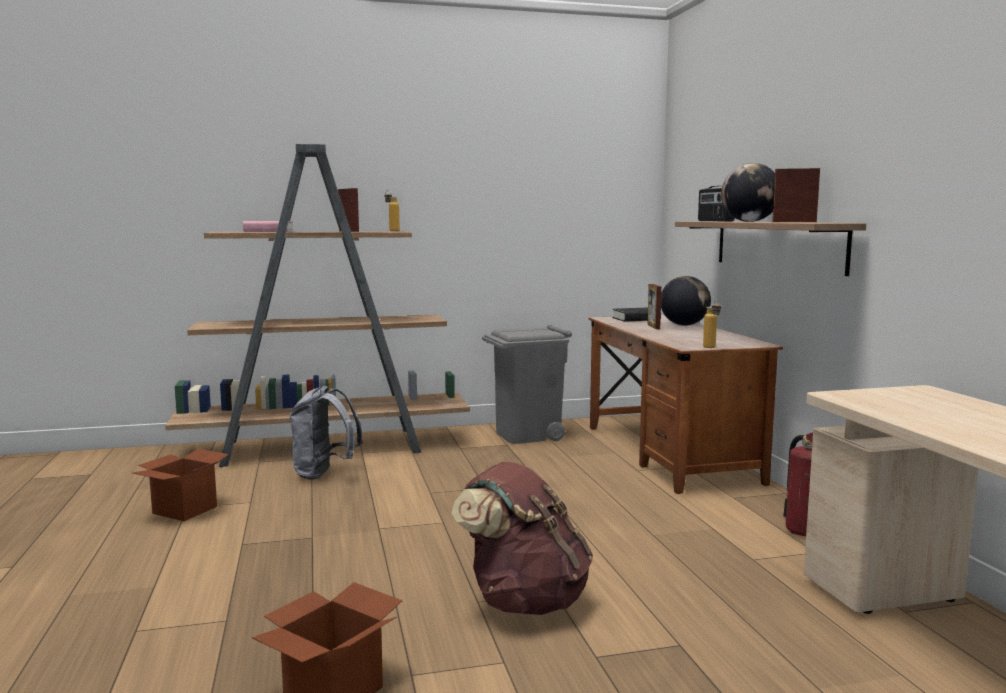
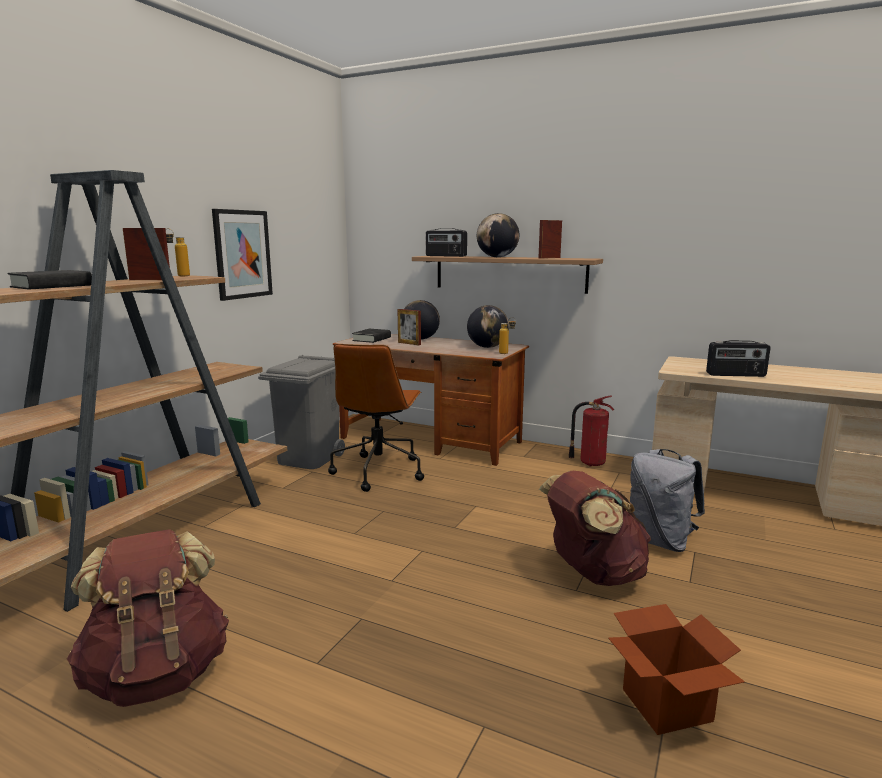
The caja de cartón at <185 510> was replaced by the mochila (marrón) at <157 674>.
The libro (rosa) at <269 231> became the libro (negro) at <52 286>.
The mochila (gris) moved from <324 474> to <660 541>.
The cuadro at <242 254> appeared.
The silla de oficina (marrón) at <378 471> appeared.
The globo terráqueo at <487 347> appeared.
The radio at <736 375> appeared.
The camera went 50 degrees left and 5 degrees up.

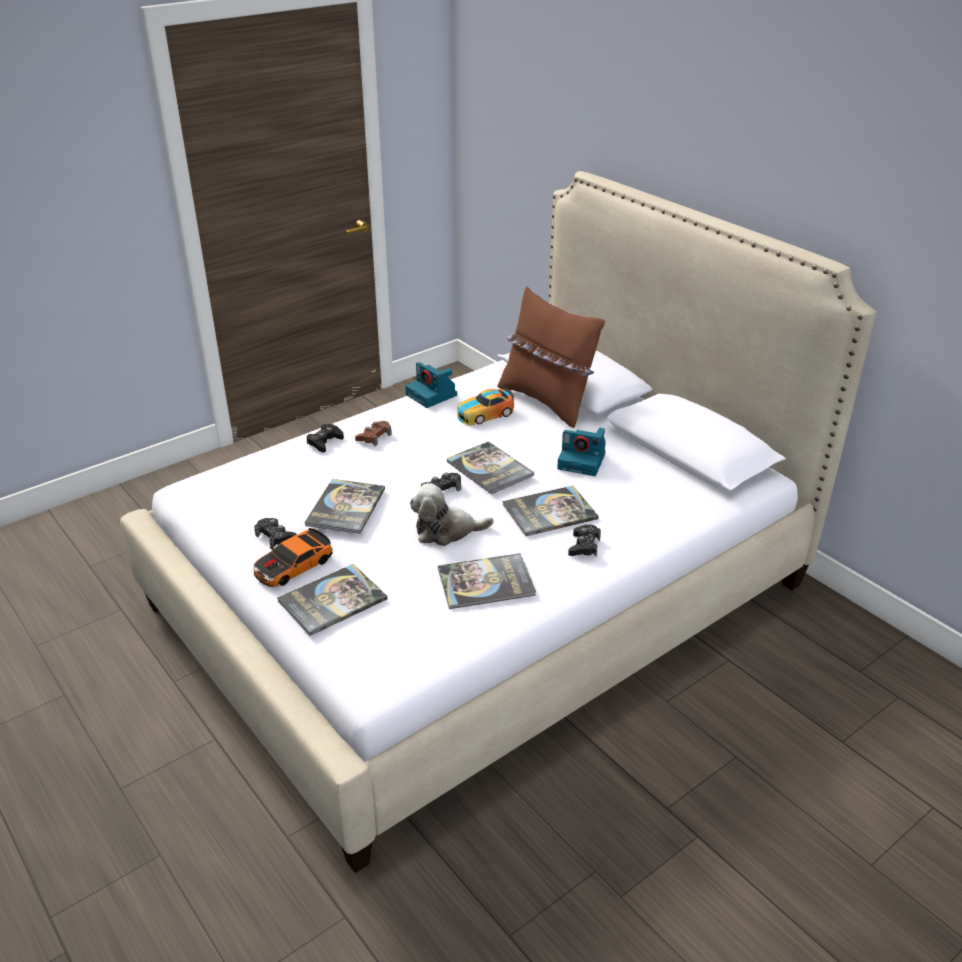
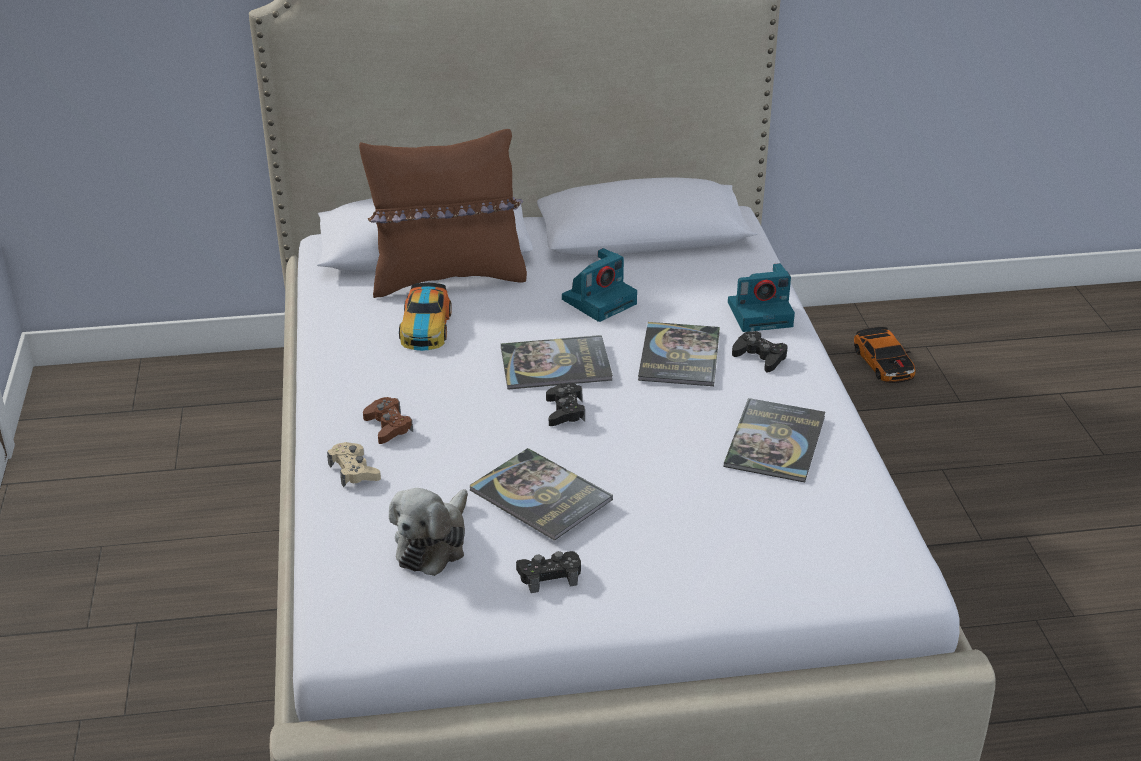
The coche de juguete moved from <294 565> to <885 362>.
The libro at <332 600> disappeared.
The mando de consola (negro) at <324 442> became the mando de consola (beis) at <354 471>.
The cámara moved from <432 395> to <761 314>.
The peluche moved from <446 531> to <433 543>.
The camera went 60 degrees left and 0 degrees up.

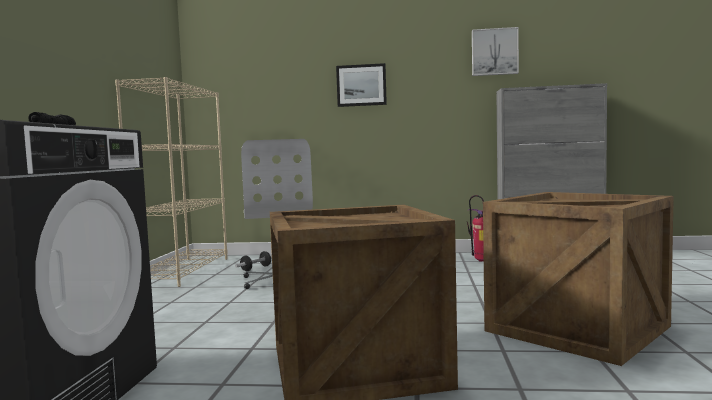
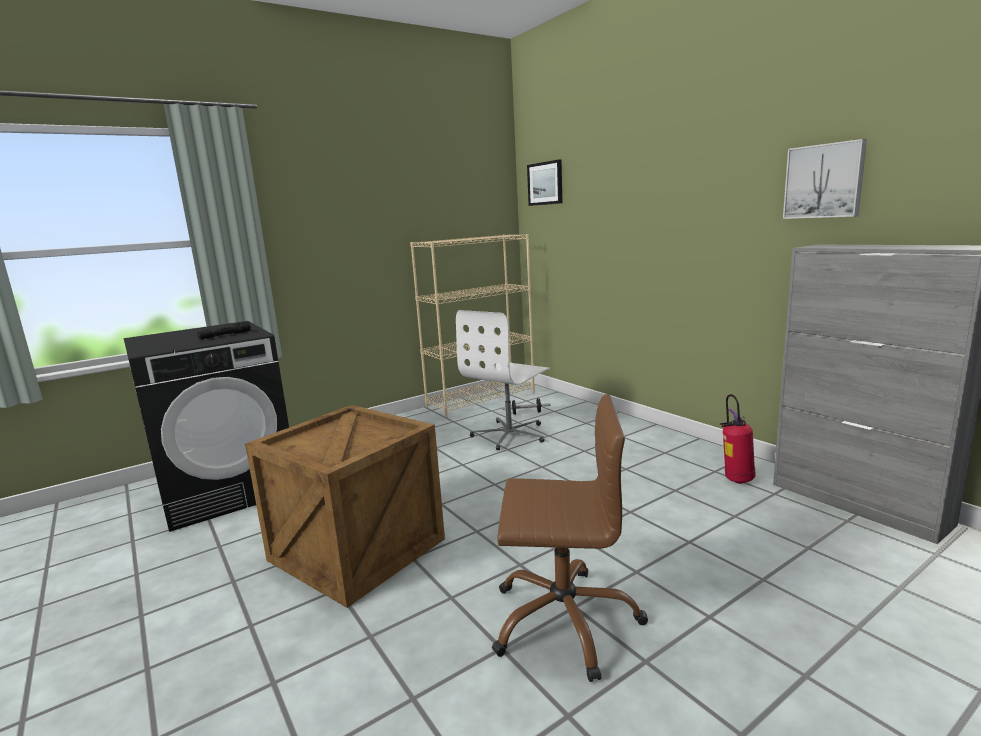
The cuadro moved from <361 85> to <545 183>.
The caja de embalaje at <580 328> was replaced by the silla de oficina (marrón) at <564 620>.
The camera went 50 degrees right and 10 degrees up.

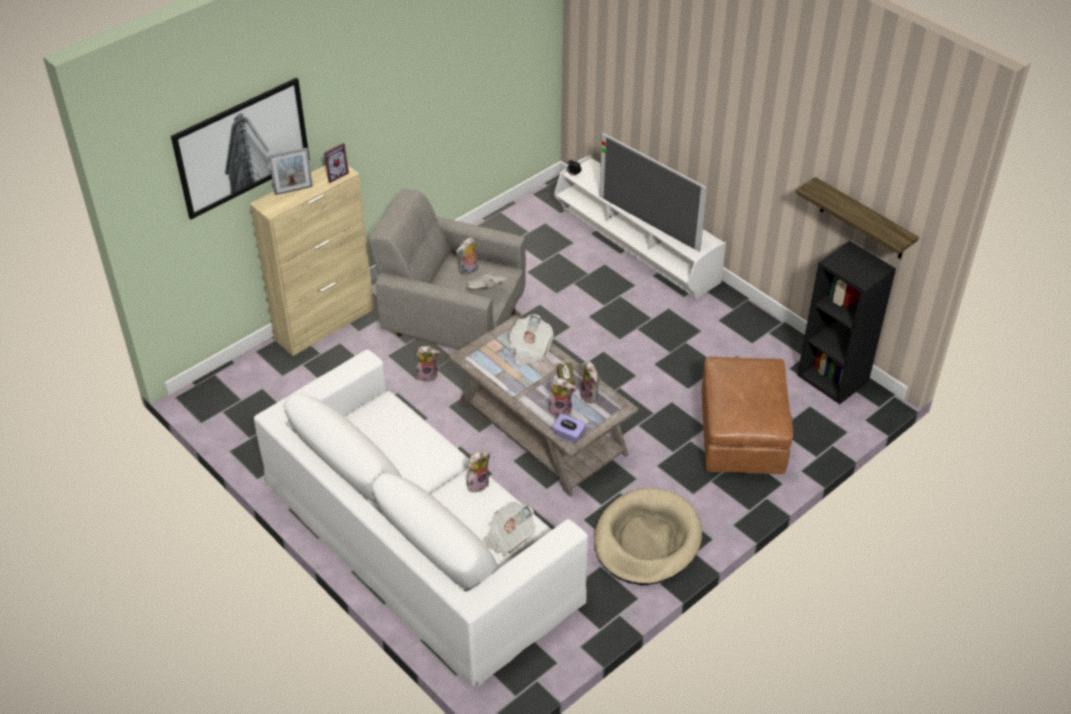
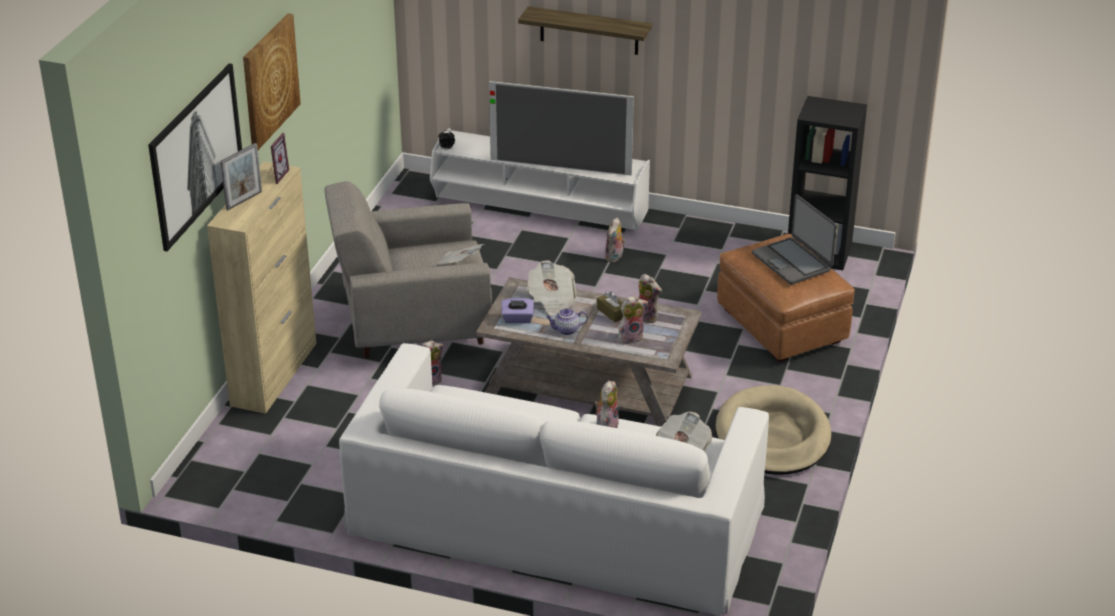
The peluche moved from <468 271> to <615 257>.
The caja de pañuelos (morado) moved from <568 435> to <517 319>.
The estante moved from <863 220> to <589 31>.
The cuadro at <269 81> appeared.
The tetera at <566 330> appeared.
The portátil at <792 262> appeared.
The camera went 30 degrees left and 10 degrees down.

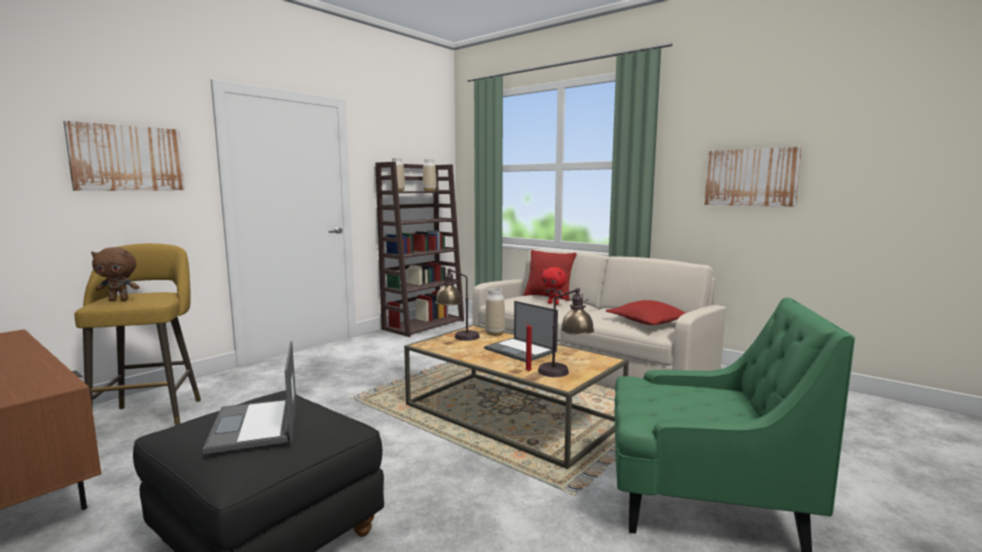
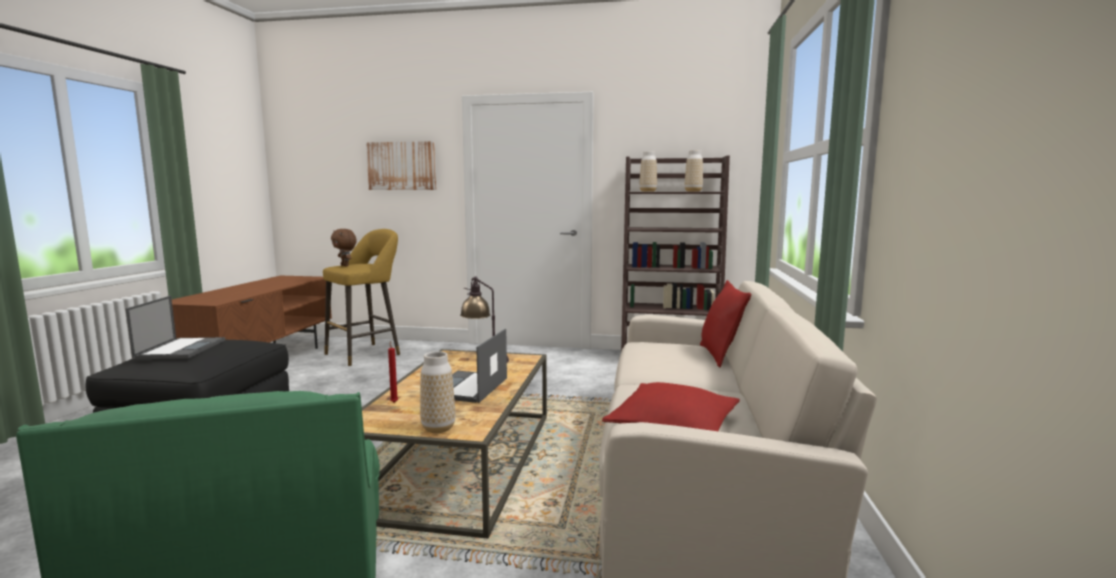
The portátil at <255 426> turned 135 degrees clockwise.
The florero moved from <495 334> to <438 428>.
The lámpara de mesa at <564 373> disappeared.
The peluche (rojo) at <553 303> disappeared.
The cuadro at <751 177> disappeared.
The camera went 60 degrees right and 0 degrees up.

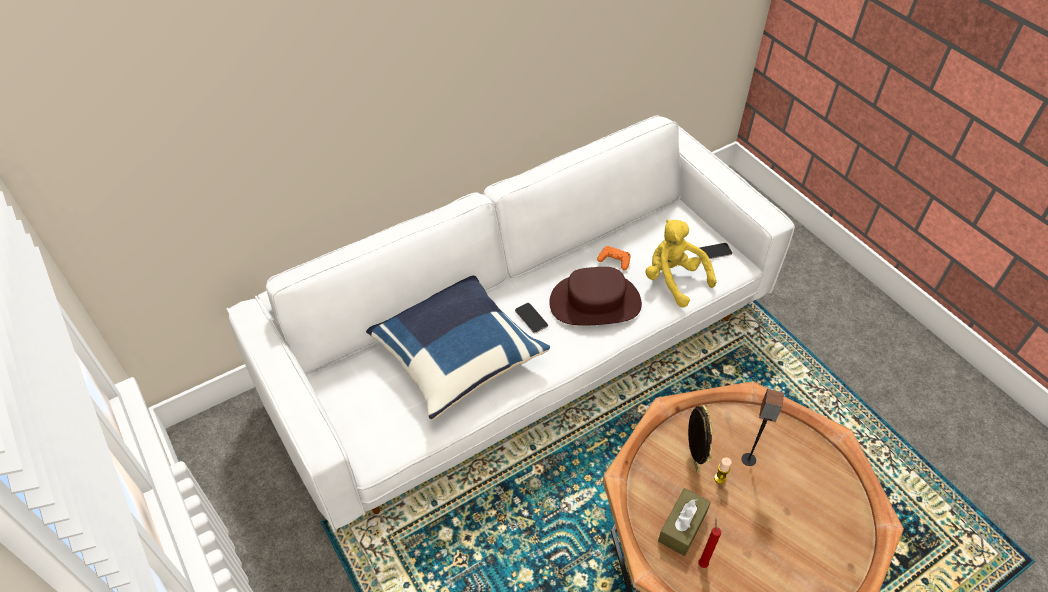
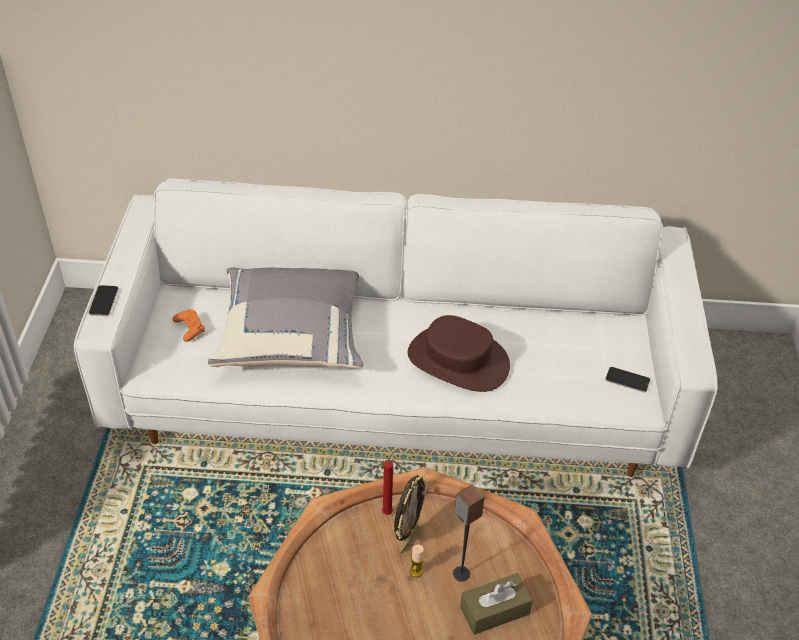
The cojín (azul) at <457 356> became the cojín (gris) at <292 337>.
The móvil moved from <531 318> to <103 301>.
The mando de consola (naranja) moved from <614 260> to <189 328>.
The peluche (amarillo) at <674 280> disappeared.
The caja de pañuelos (marrón) moved from <682 526> to <494 610>.
The vela (rojo) moved from <702 562> to <388 511>.
The camera went 35 degrees right and 5 degrees down.

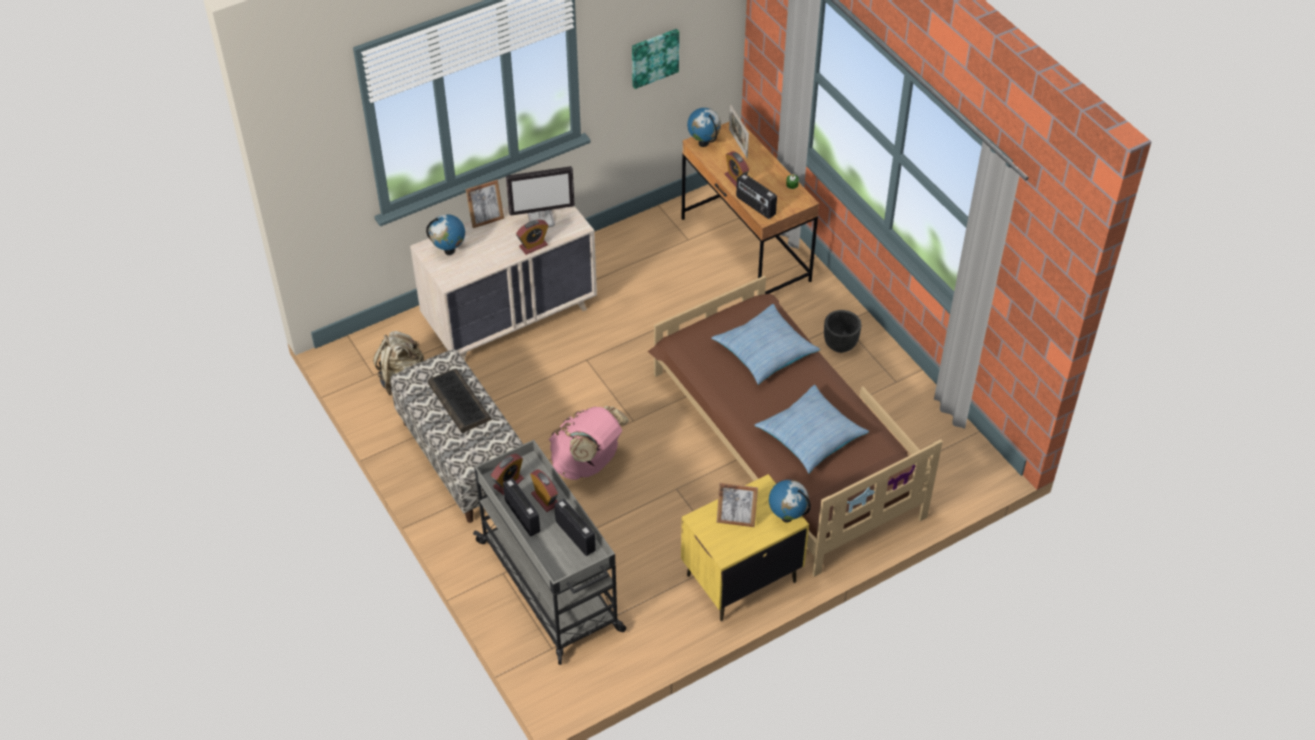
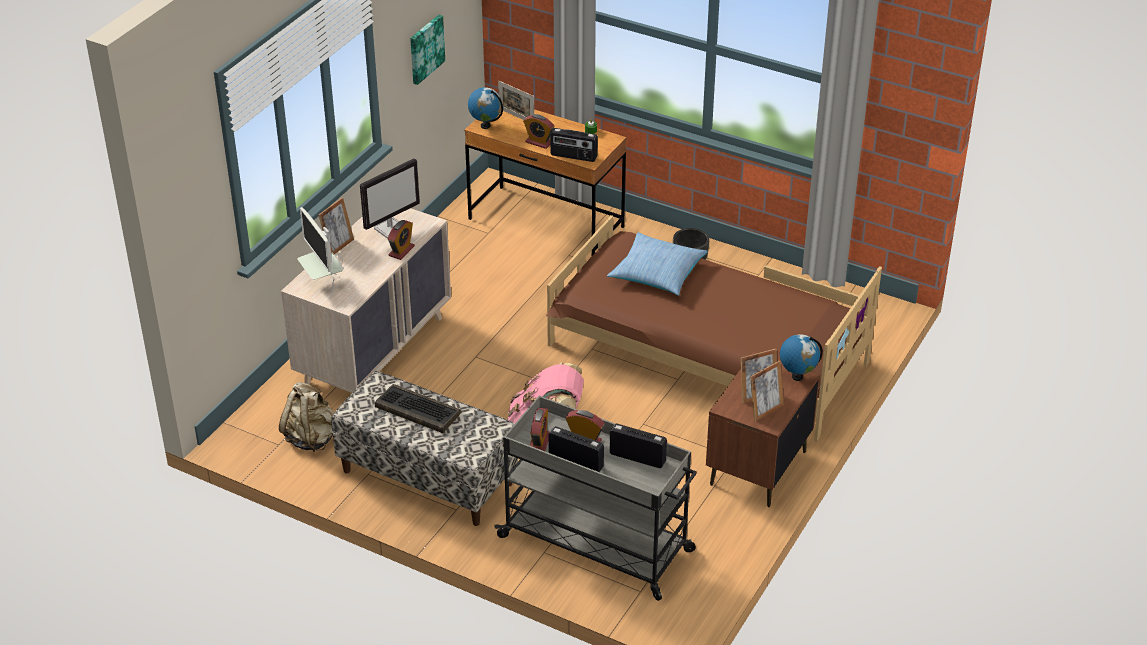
The globo terráqueo at <449 251> was replaced by the monitor at <324 282>.
The mesita de noche (amarillo) at <740 578> became the mesita de noche (marrón) at <757 468>.
The cojín at <811 435> disappeared.
The portarretratos at <765 410> appeared.
The camera went 30 degrees left and 10 degrees down.

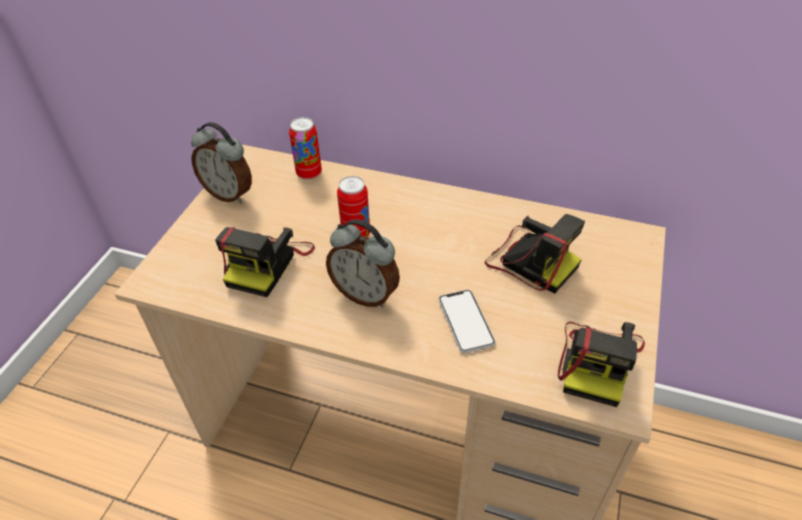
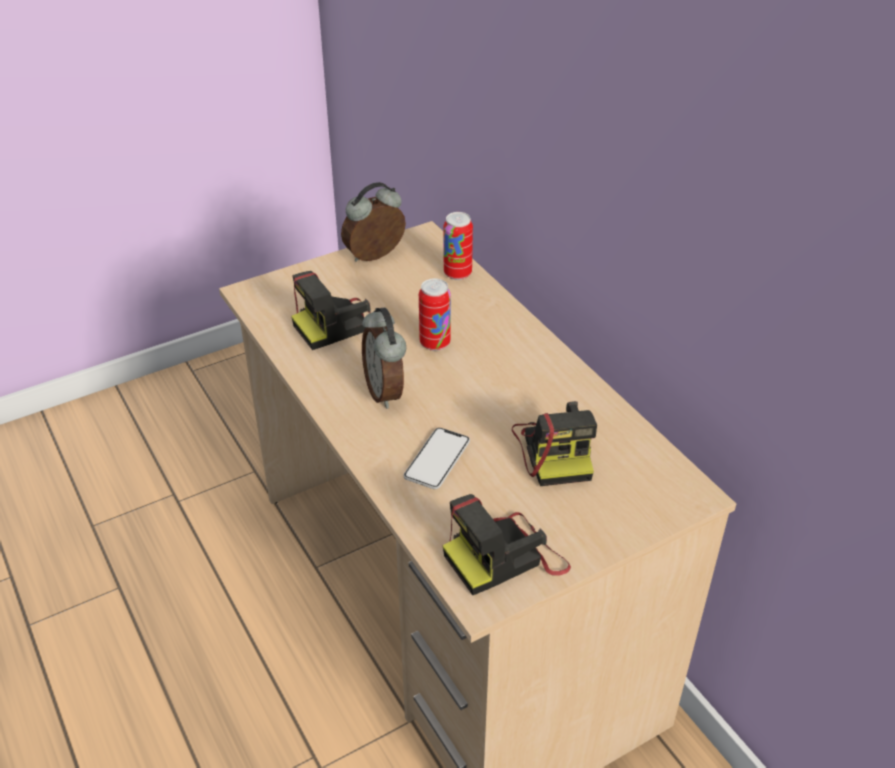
The despertador at <229 194> turned 75 degrees clockwise.
The camera went 40 degrees right and 5 degrees down.

